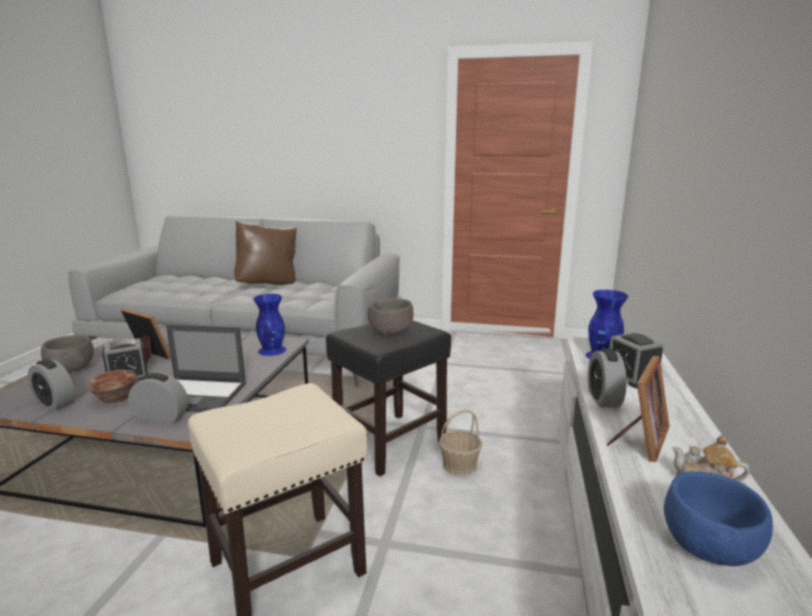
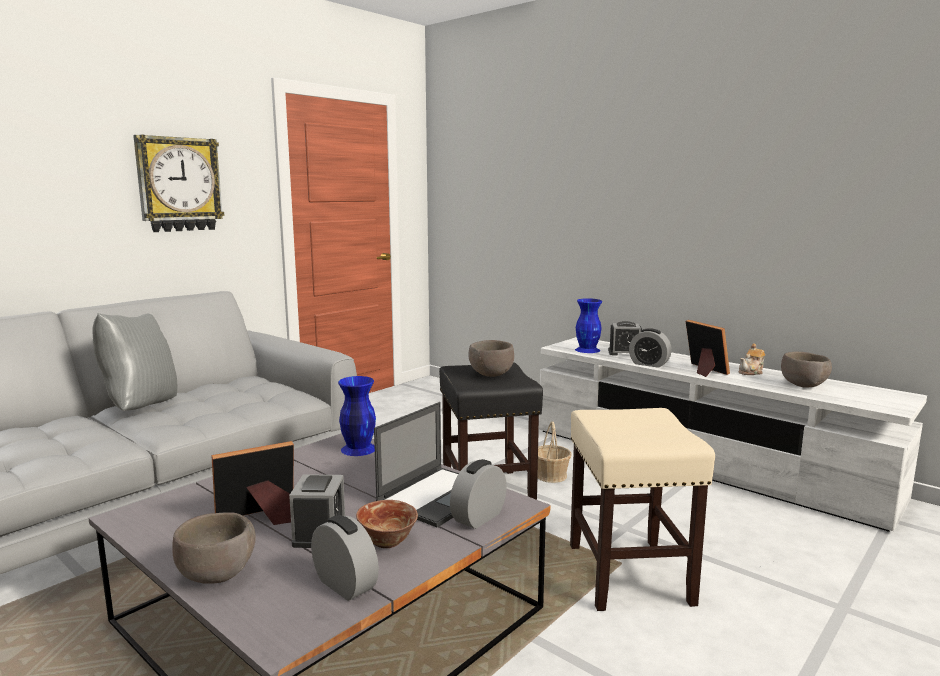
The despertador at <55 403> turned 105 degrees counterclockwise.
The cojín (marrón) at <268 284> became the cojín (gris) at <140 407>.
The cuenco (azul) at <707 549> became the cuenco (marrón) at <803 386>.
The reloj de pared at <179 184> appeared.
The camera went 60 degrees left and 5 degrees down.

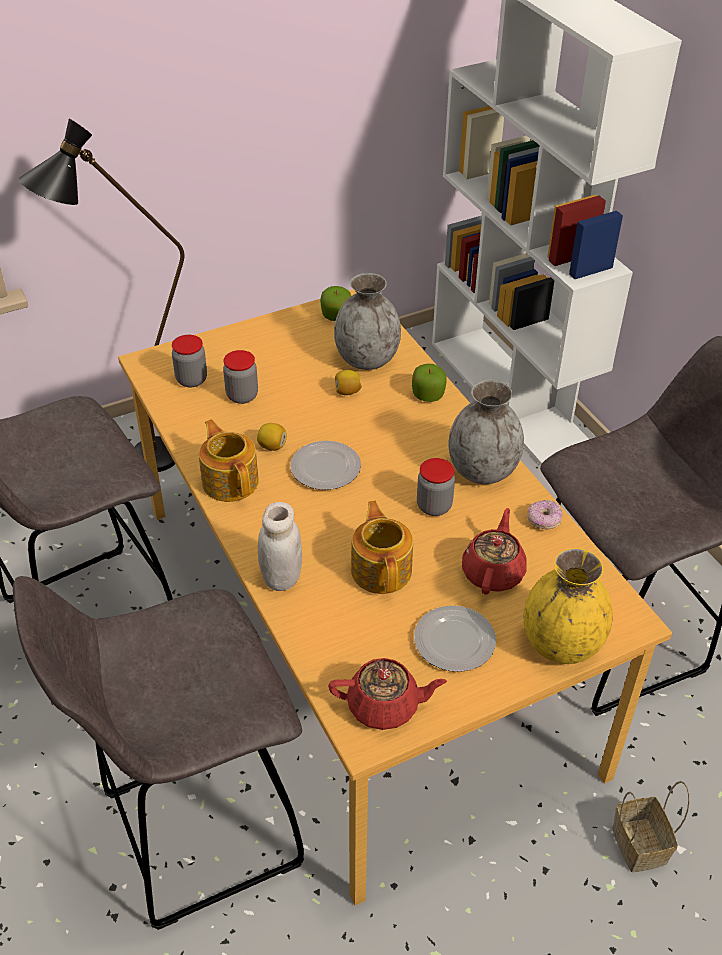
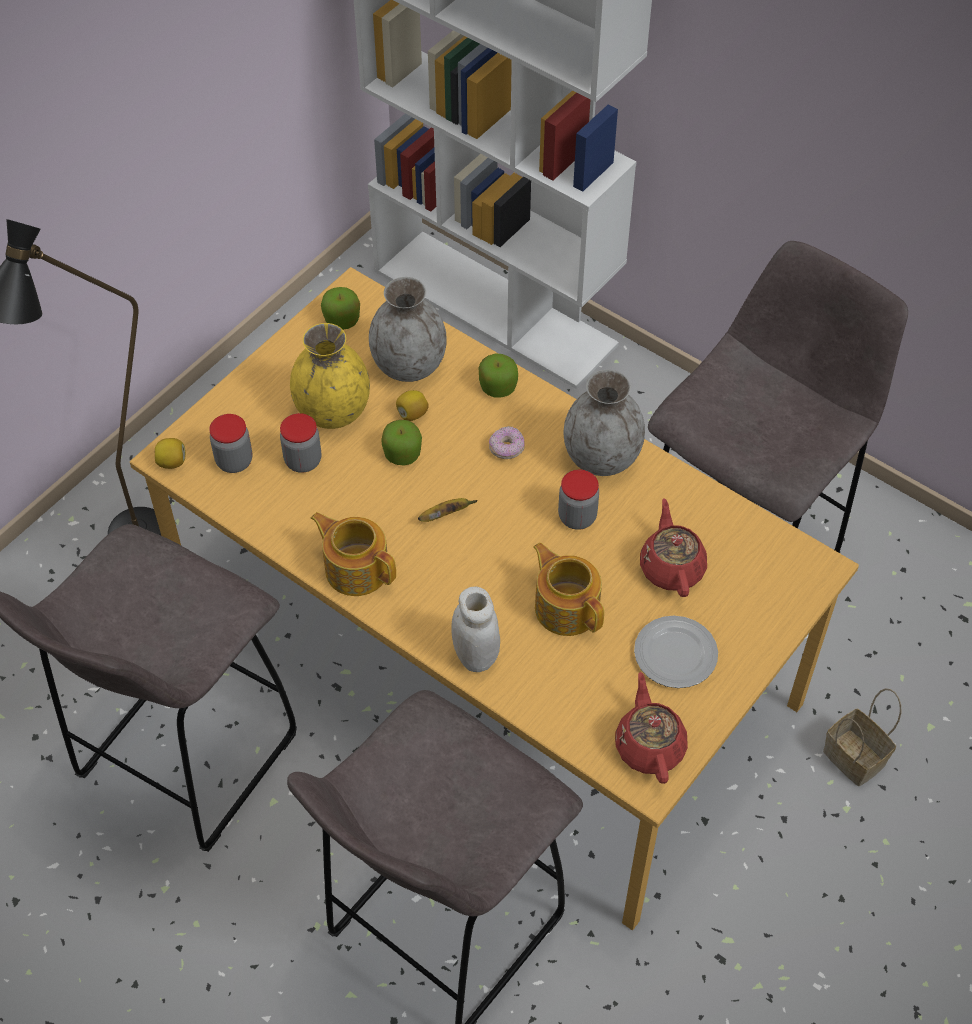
The limón moved from <272 446> to <172 462>.
The plato at <326 468> was replaced by the plátano at <445 515>.
The tetera (rojo) at <385 706> turned 75 degrees counterclockwise.
The florero (amarillo) moved from <562 644> to <333 412>.
The rosquilla moved from <543 520> to <506 448>.
The manzana at <402 453> appeared.
The camera went 25 degrees left and 10 degrees up.

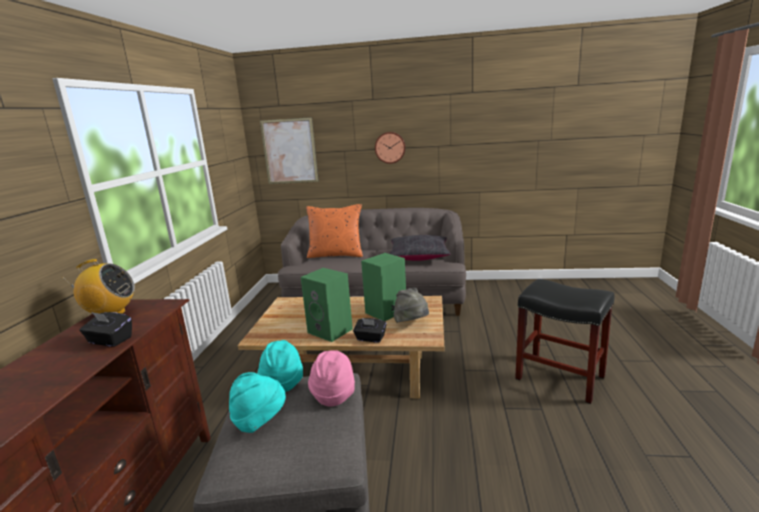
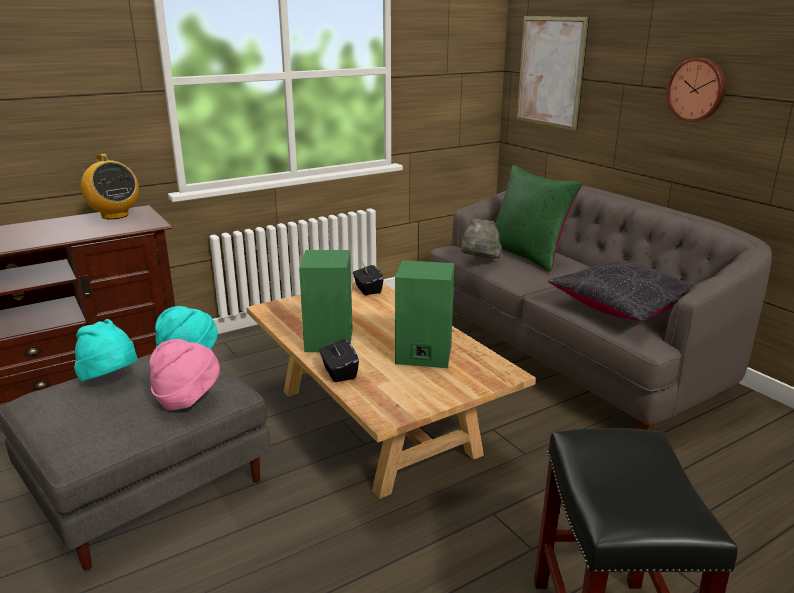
The caja de pañuelos (negro) moved from <110 340> to <367 289>.
The cojín (naranja) at <336 254> became the cojín (verde) at <527 255>.
The sombrero (gris) moved from <412 324> to <479 262>.
The camera went 50 degrees right and 5 degrees up.

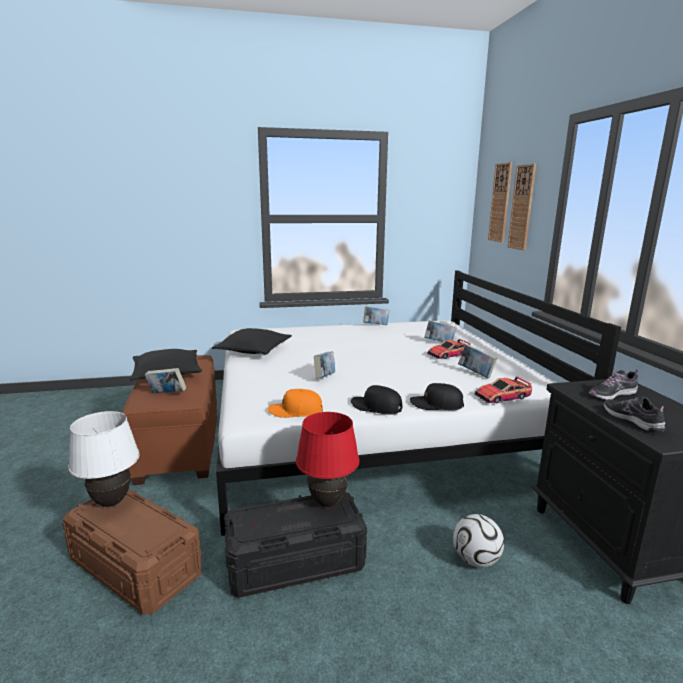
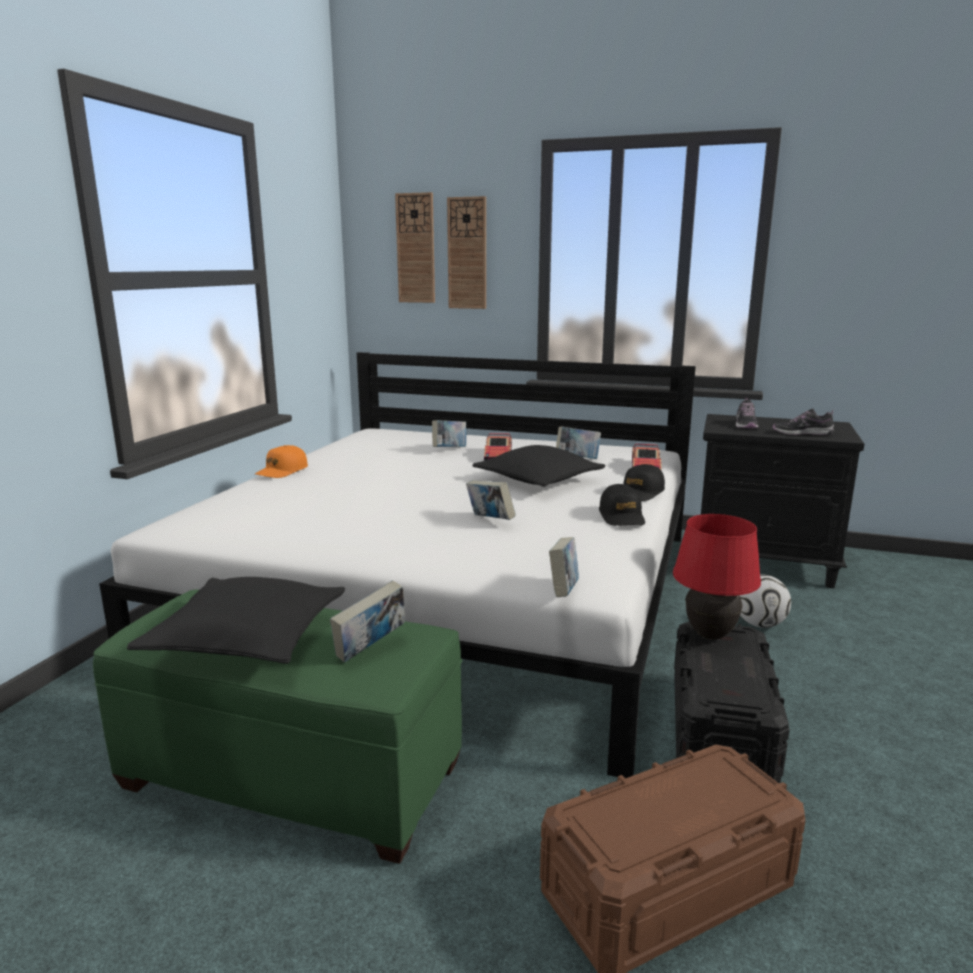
The lámpara de mesa (blanco) at <111 502> disappeared.
The puf (marrón) at <181 443> became the puf (verde) at <294 775>.
The cojín (negro) moved from <253 350> to <538 480>.
The gorra (naranja) moved from <295 411> to <282 471>.
The gorra (negro) at <376 407> turned 60 degrees counterclockwise.
The libro moved from <376 325> to <563 592>.
The camera went 60 degrees left and 0 degrees up.

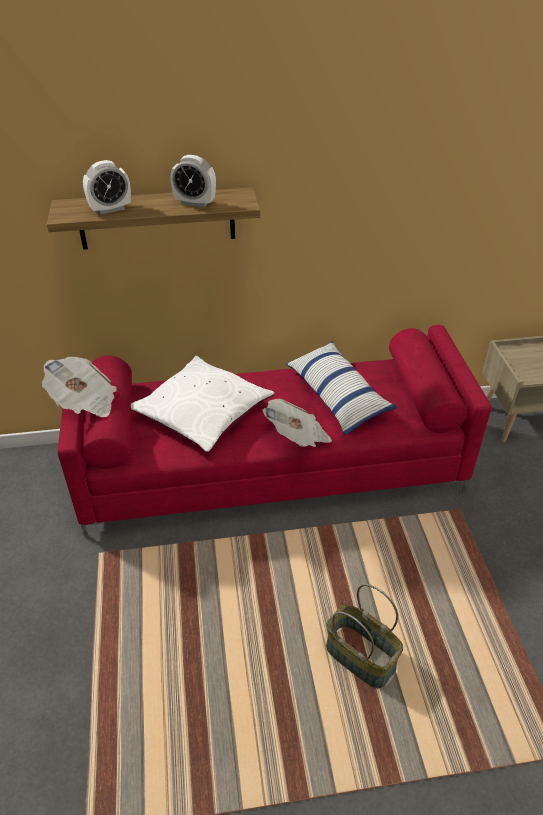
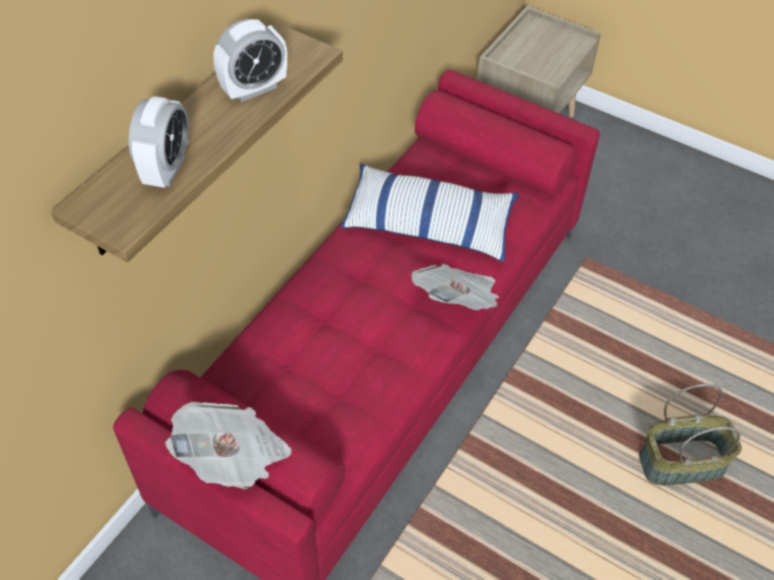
The cojín (blanco) at <202 412> disappeared.
The camera went 50 degrees left and 10 degrees up.

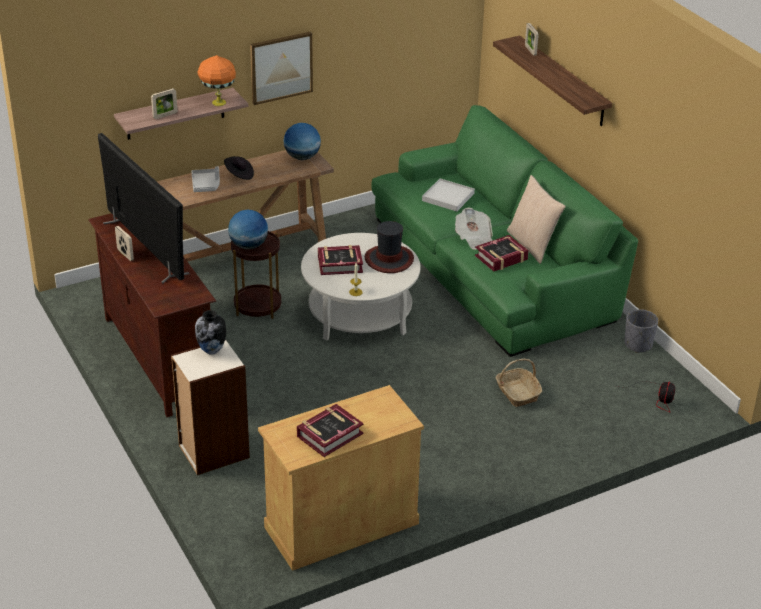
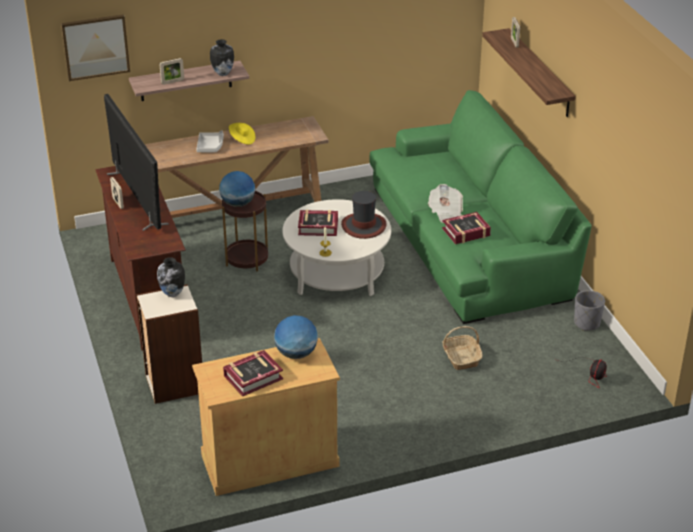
The lámpara de mesa (naranja) at <218 103> was replaced by the florero at <222 73>.
The sombrero (negro) at <239 175> became the sombrero (amarillo) at <242 139>.
The cuadro moved from <281 67> to <95 47>.
The globo terráqueo moved from <302 157> to <296 354>.
The bandeja (blanco) at <448 197> disappeared.
The cojín (beis) at <532 244> disappeared.
The camera went 10 degrees right and 0 degrees up.

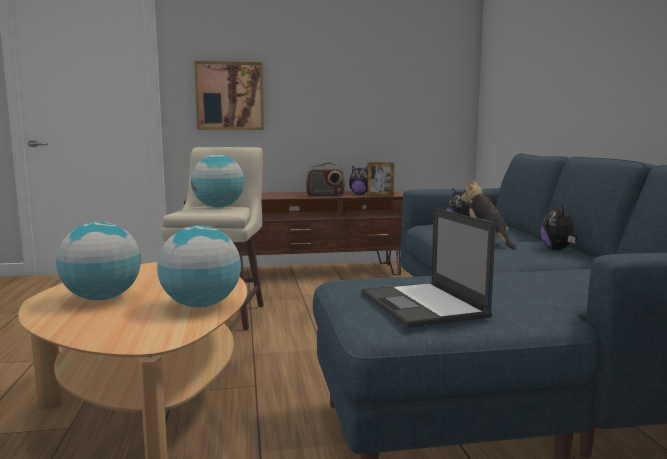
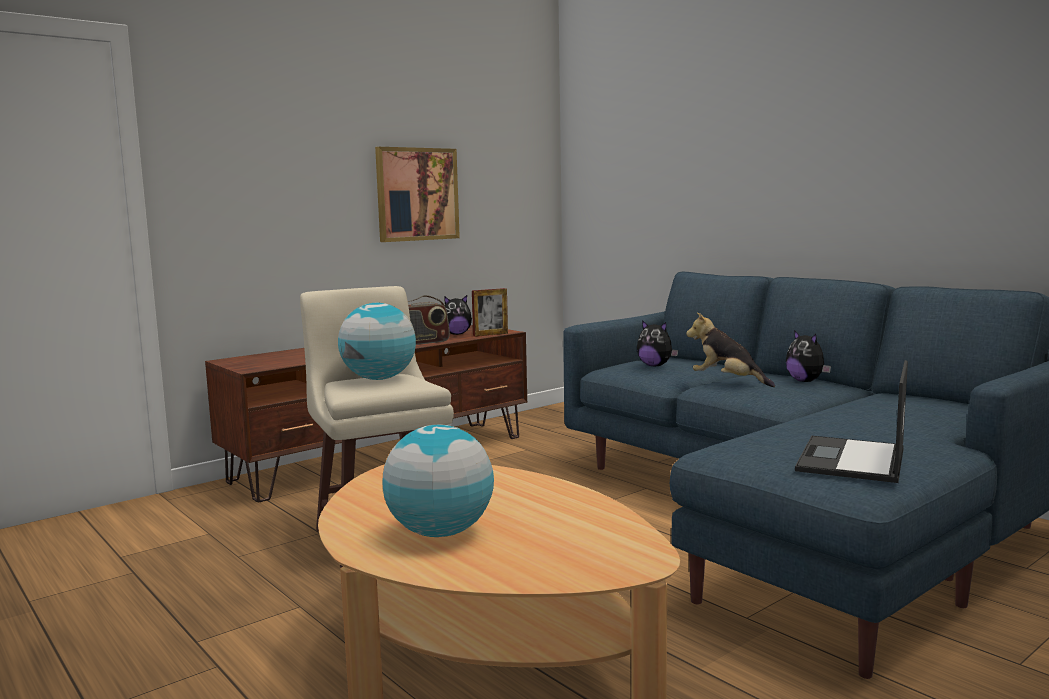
The globo terráqueo at <201 305> disappeared.
The cuadro moved from <229 96> to <417 194>.
The portátil at <423 305> turned 75 degrees clockwise.
The camera went 30 degrees left and 0 degrees up.

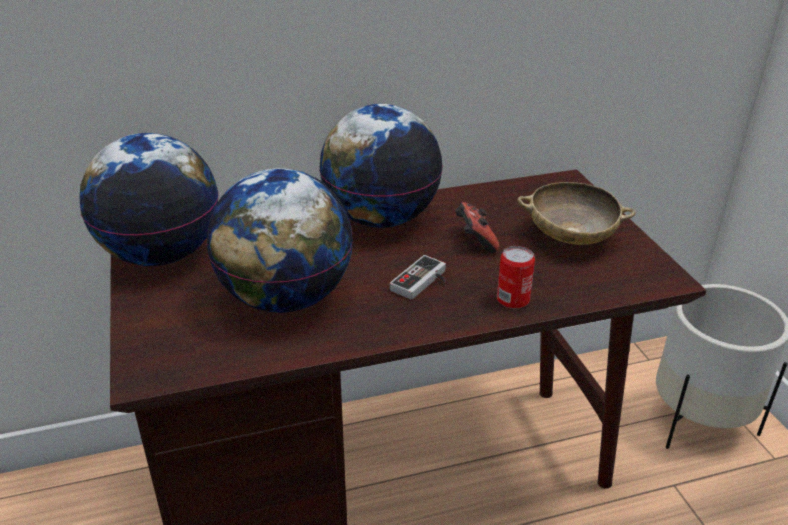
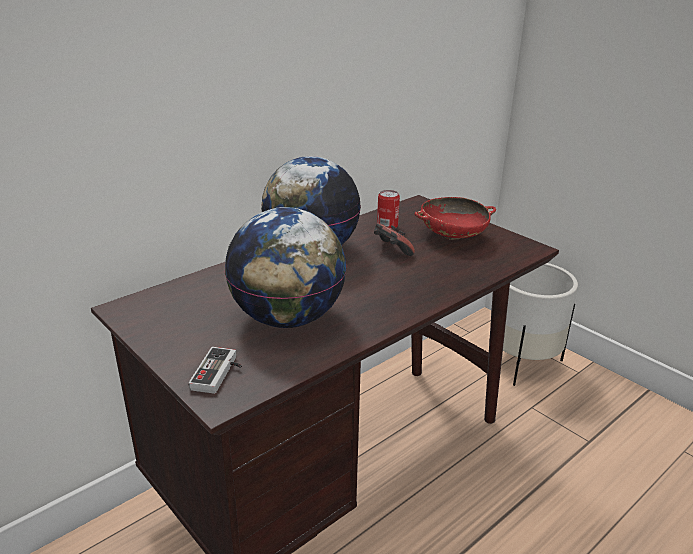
The globo terráqueo at <161 254> disappeared.
The mando de consola moved from <423 282> to <220 374>.
The lata moved from <513 299> to <387 226>.
The cuenco (beis) at <570 238> became the cuenco (rojo) at <452 236>.
The camera went 25 degrees left and 5 degrees down.

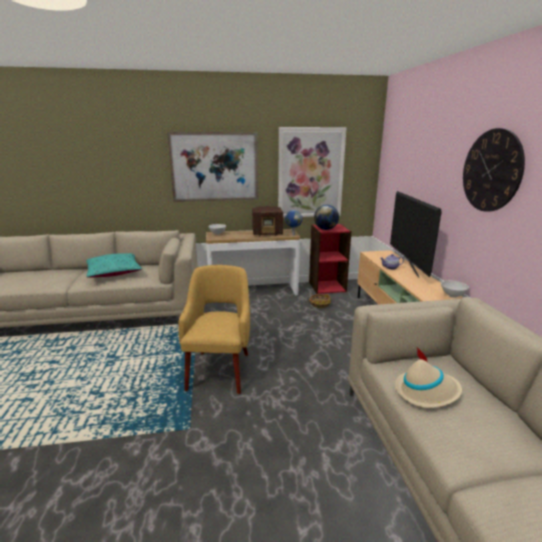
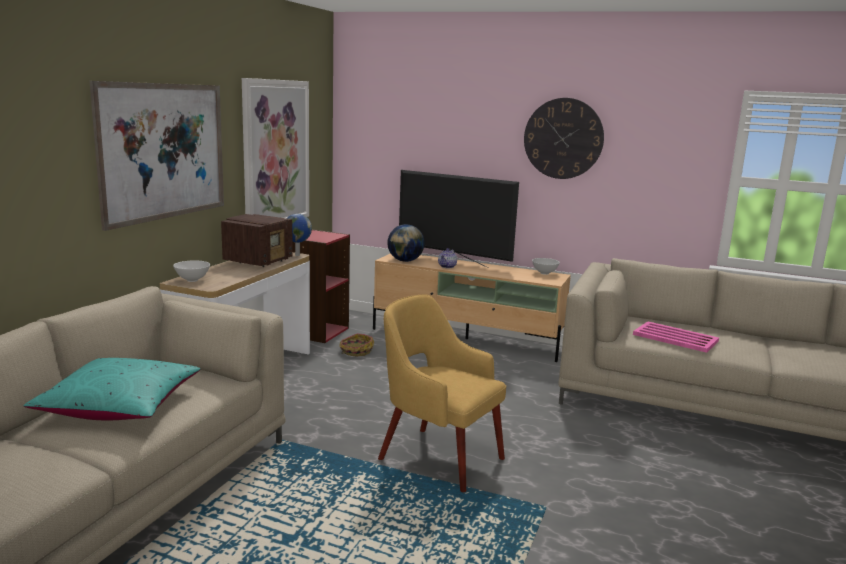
The globo terráqueo moved from <325 229> to <405 261>.
The sombrero (beis) at <426 392> was replaced by the bandeja (rosa) at <674 337>.
The camera went 60 degrees left and 5 degrees down.

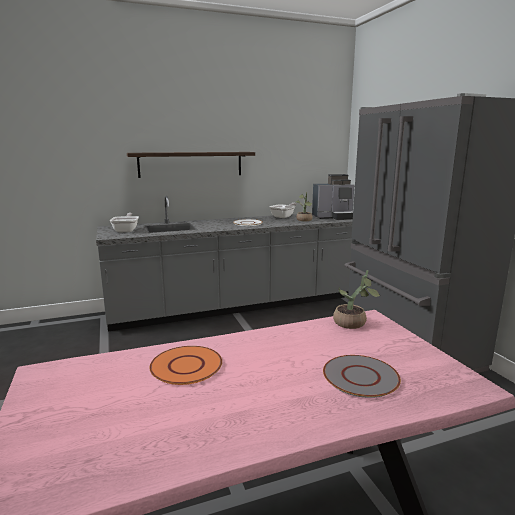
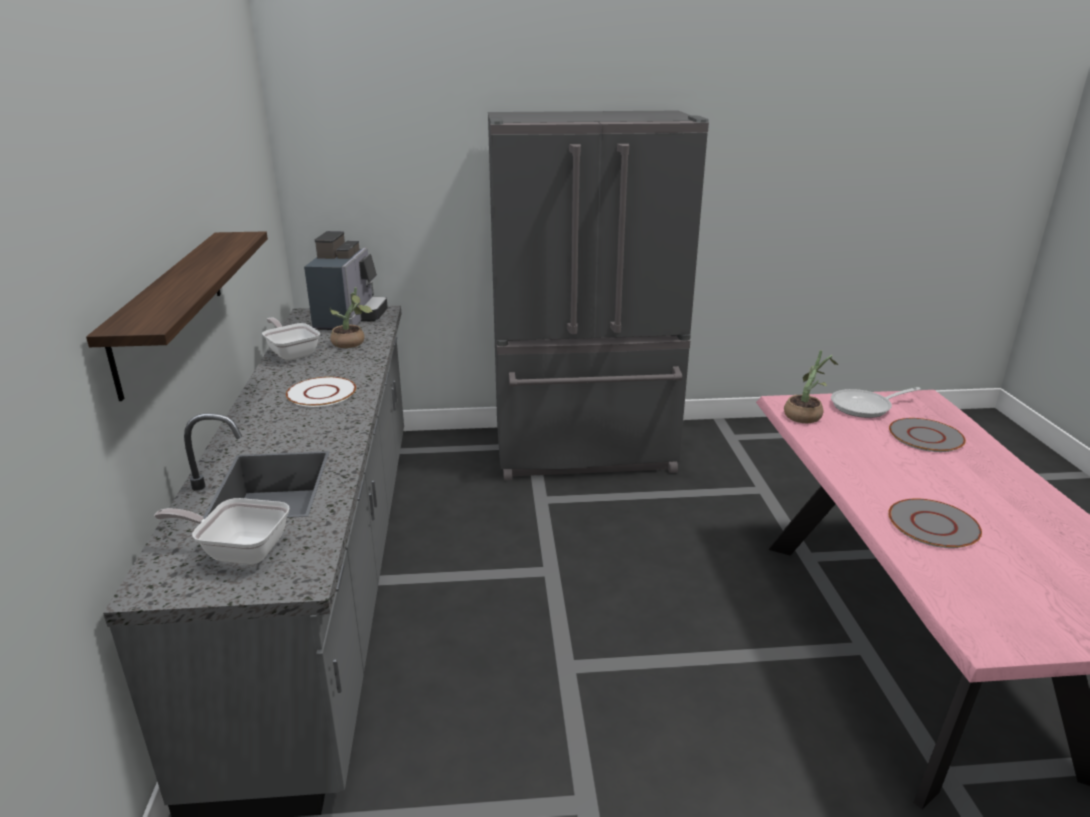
The plato (naranja) at <186 366> became the plato (gris) at <934 525>.
The sartén at <865 407> appeared.
The camera went 75 degrees left and 10 degrees up.

